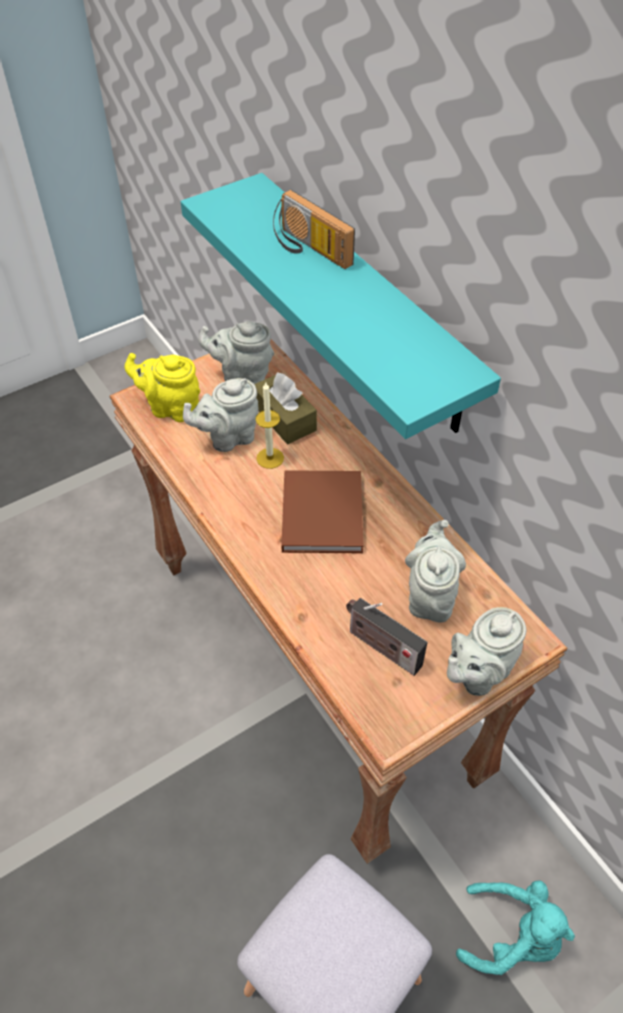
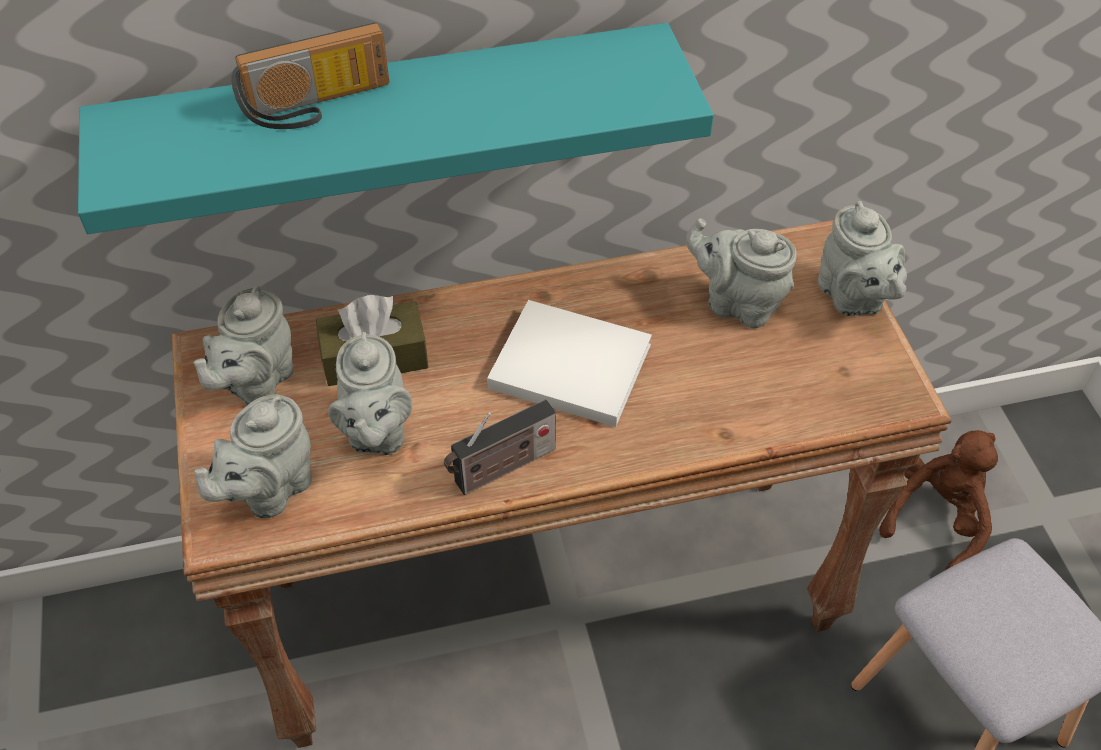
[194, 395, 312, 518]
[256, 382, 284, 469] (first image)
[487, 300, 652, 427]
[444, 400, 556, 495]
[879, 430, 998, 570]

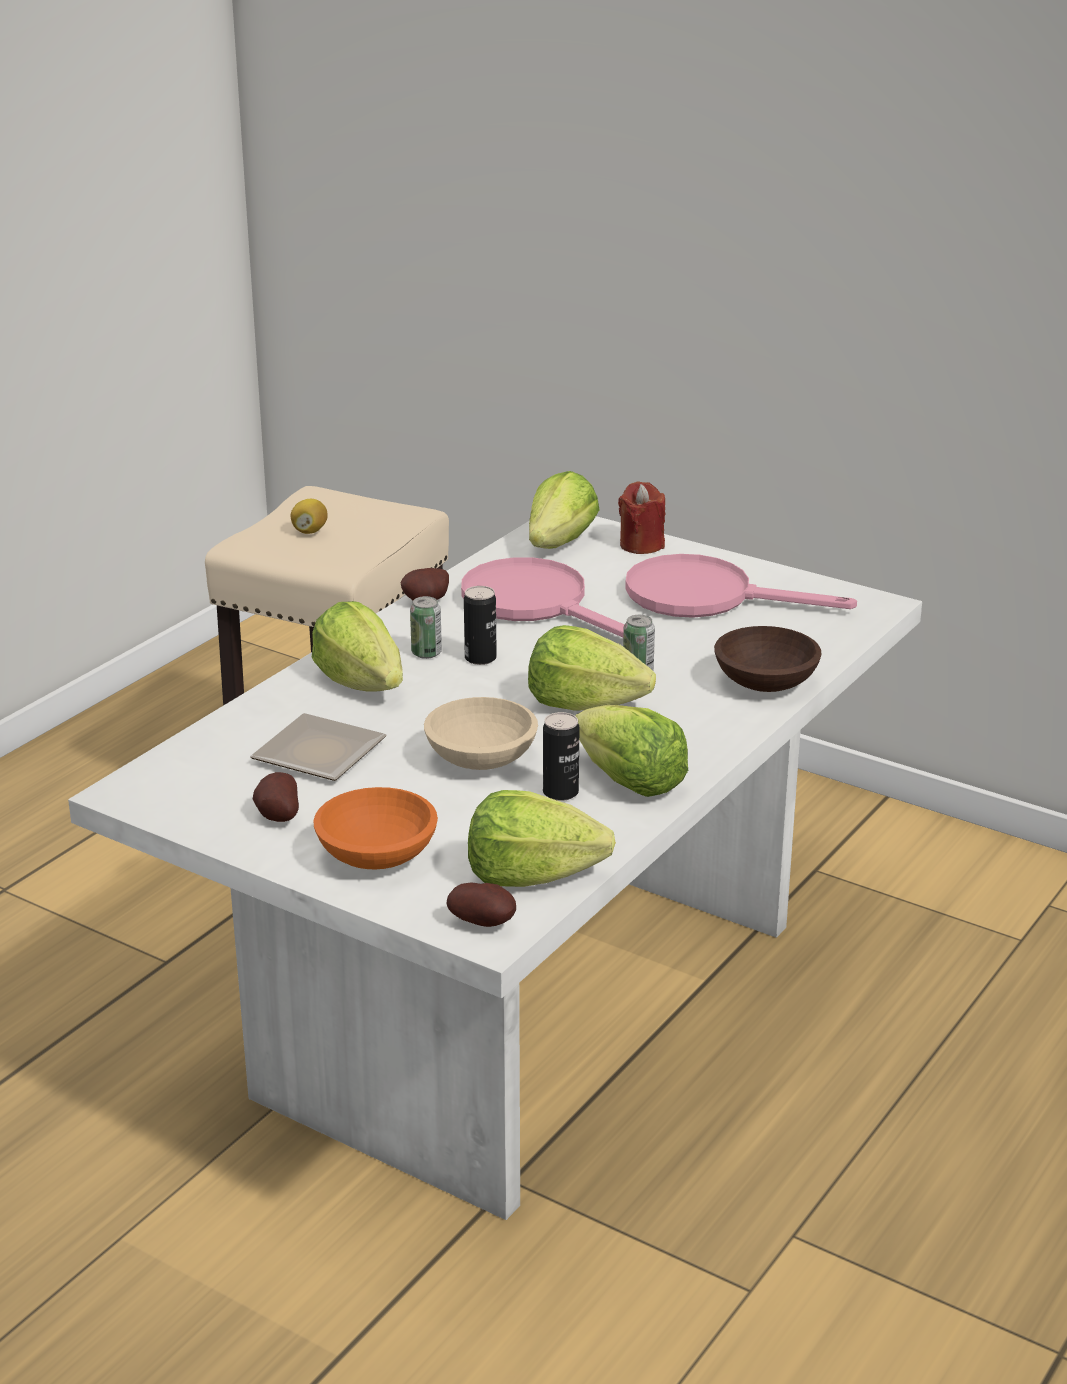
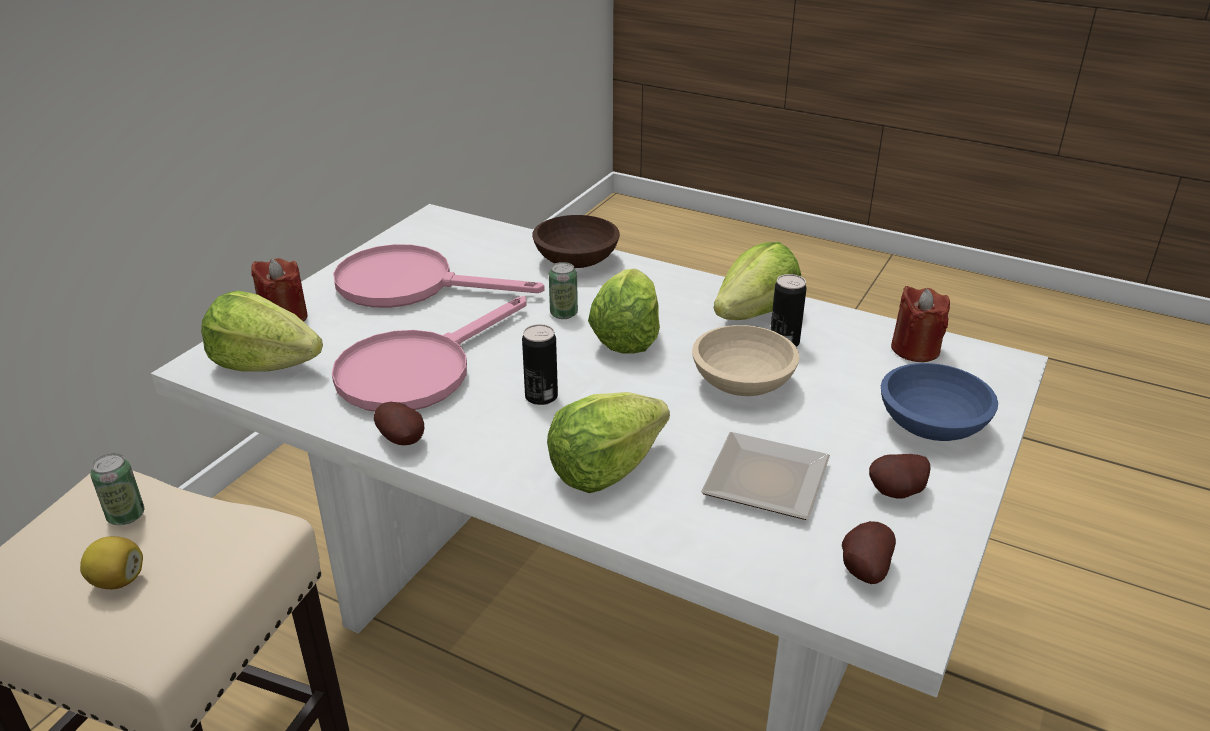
[881, 363, 998, 441]
[90, 453, 144, 525]
[842, 521, 896, 584]
[891, 286, 950, 362]
[333, 244, 545, 308]

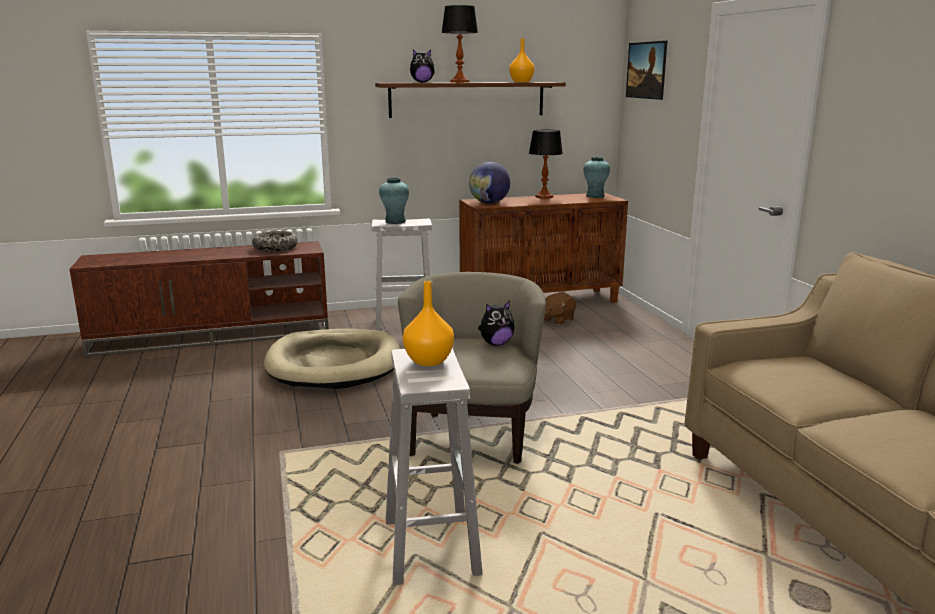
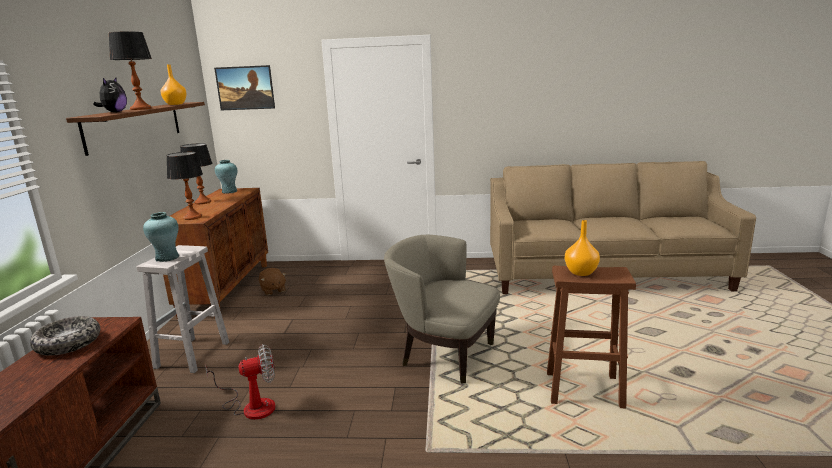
[205, 344, 276, 420]
[547, 266, 636, 408]
[166, 152, 203, 220]
[478, 301, 515, 346] (first image)

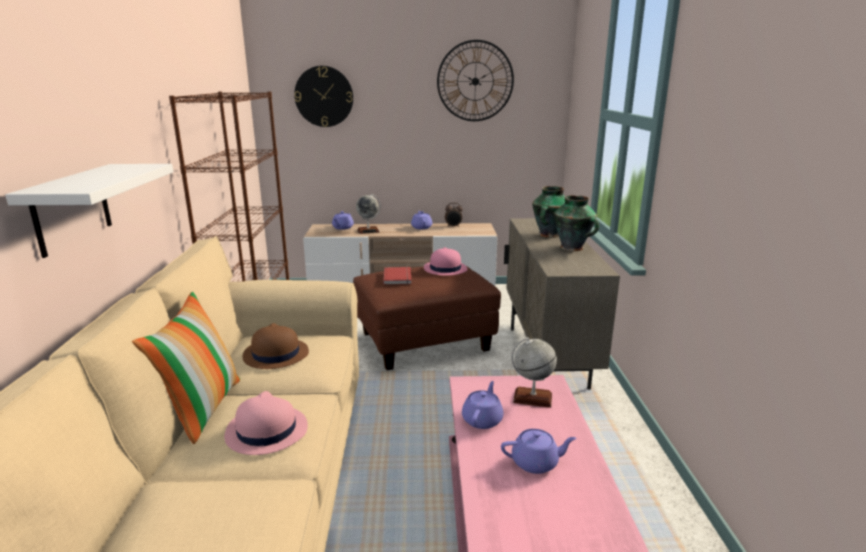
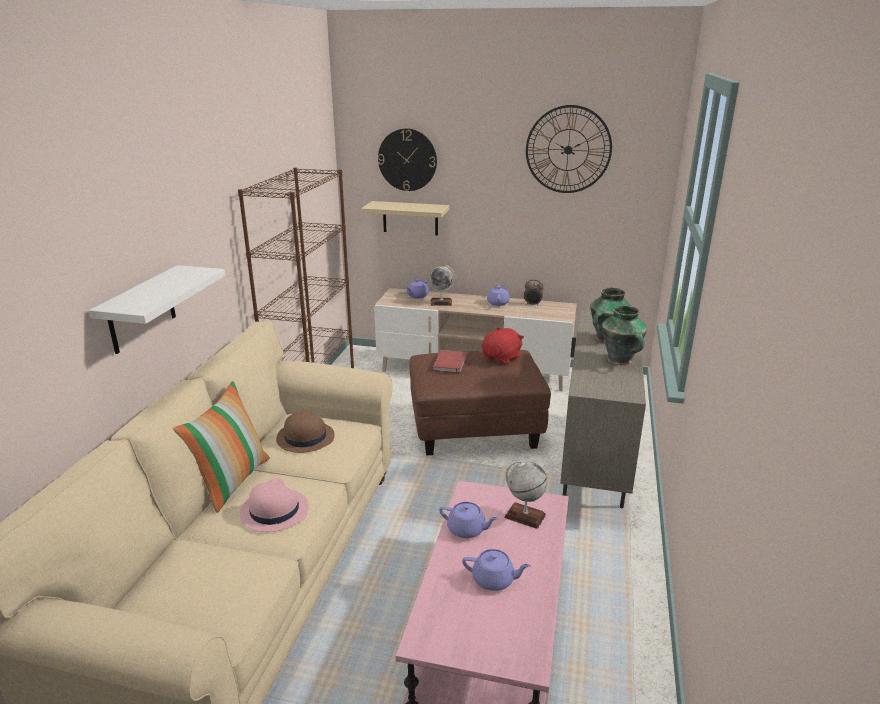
[482, 328, 524, 365]
[439, 502, 498, 538]
[361, 201, 449, 235]

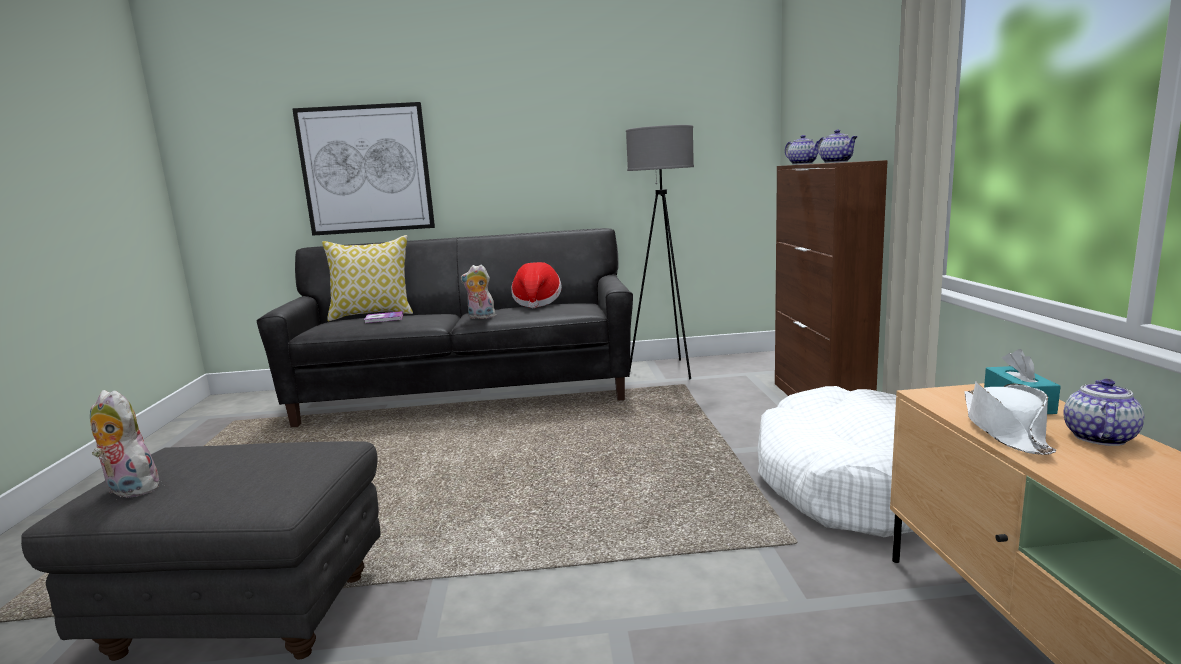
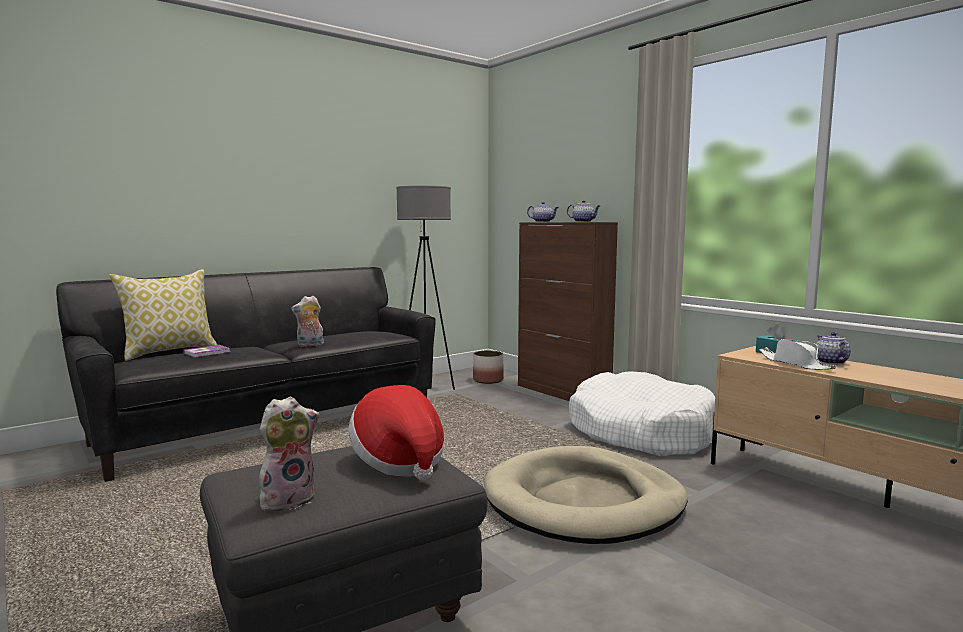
[259, 397, 320, 511]
[292, 102, 435, 236] (first image)
[348, 385, 445, 480]
[473, 350, 504, 384]
[484, 446, 688, 544]

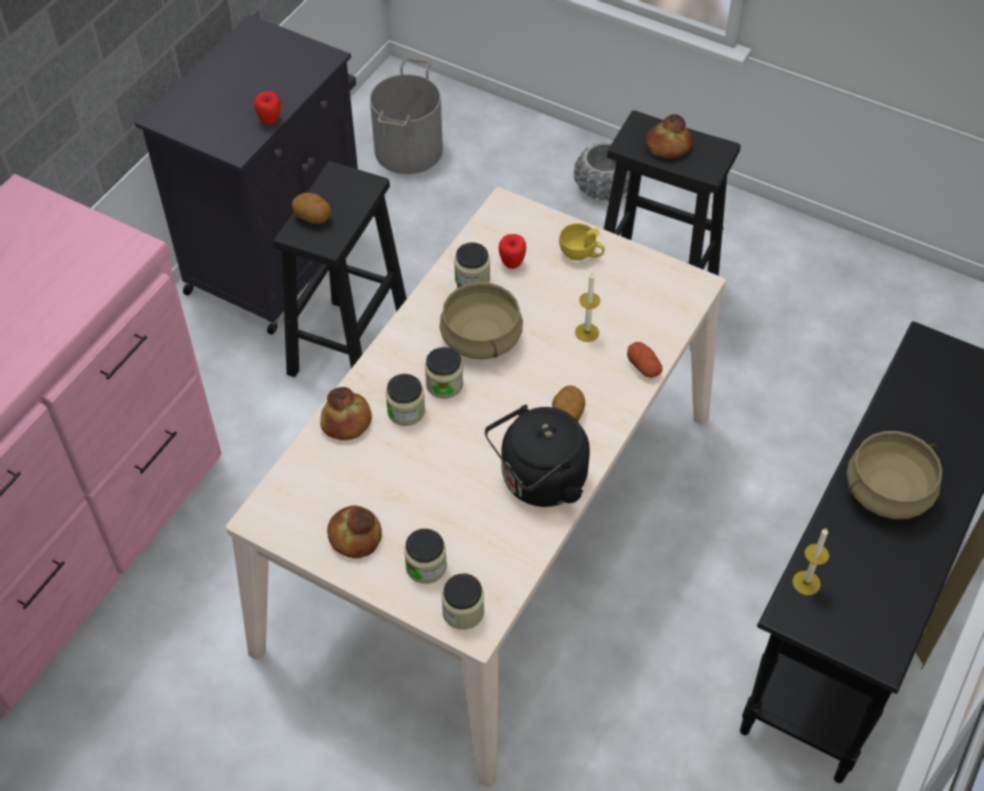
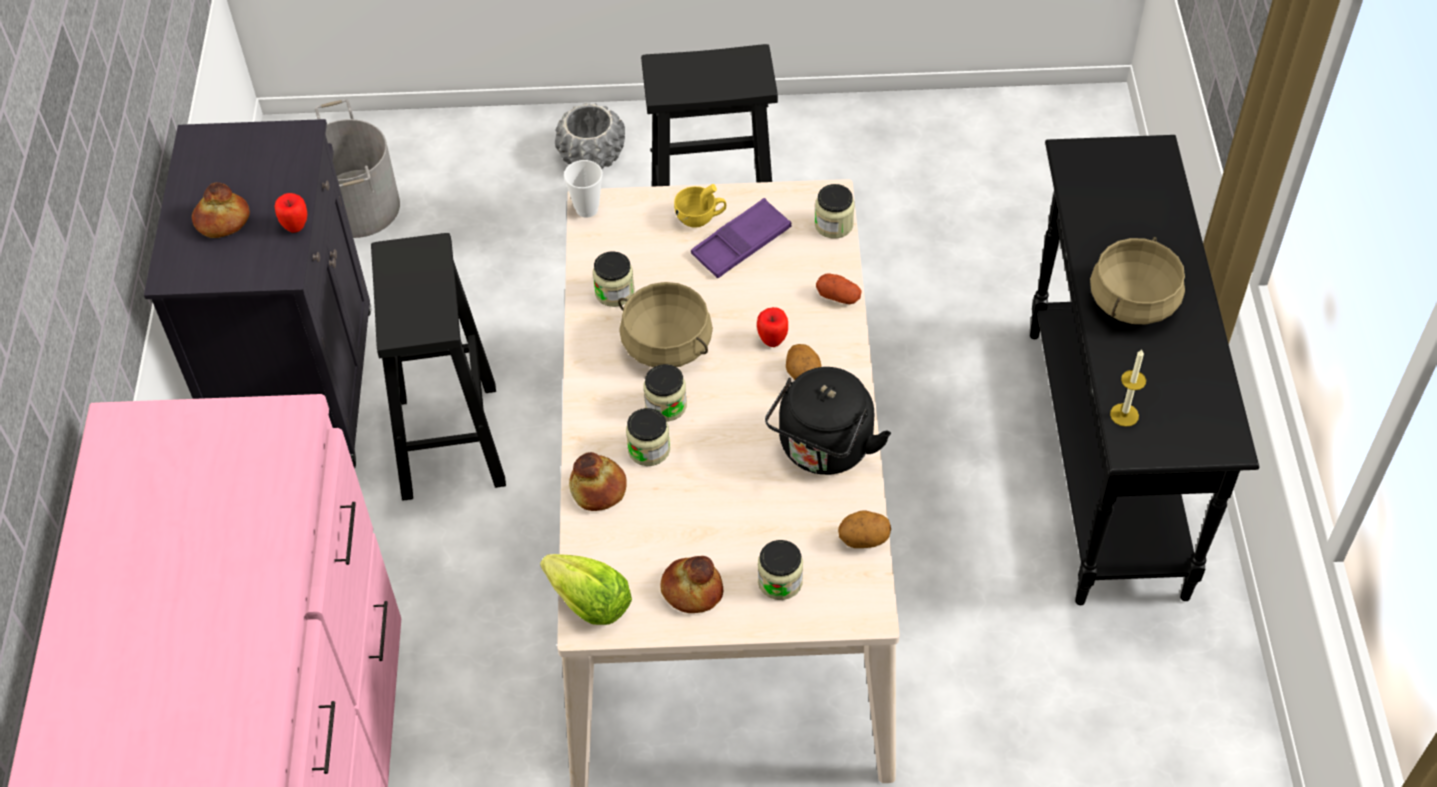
[838, 510, 891, 548]
[815, 184, 855, 239]
[757, 307, 788, 347]
[575, 272, 600, 342] (first image)
[192, 182, 250, 238]
[540, 554, 632, 625]
[564, 160, 603, 218]
[691, 198, 791, 278]

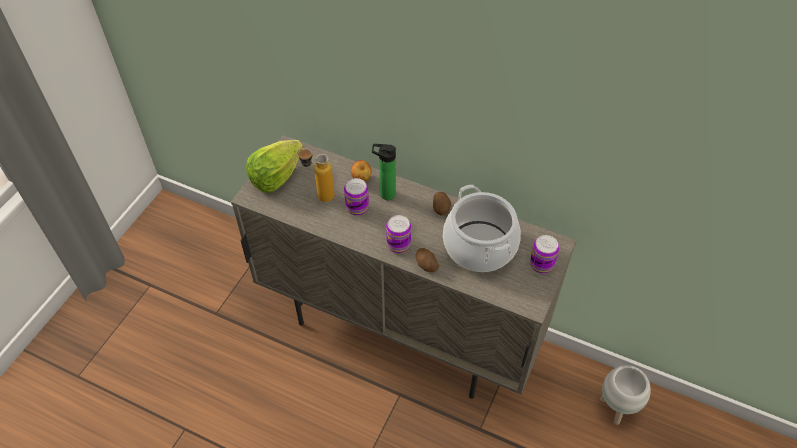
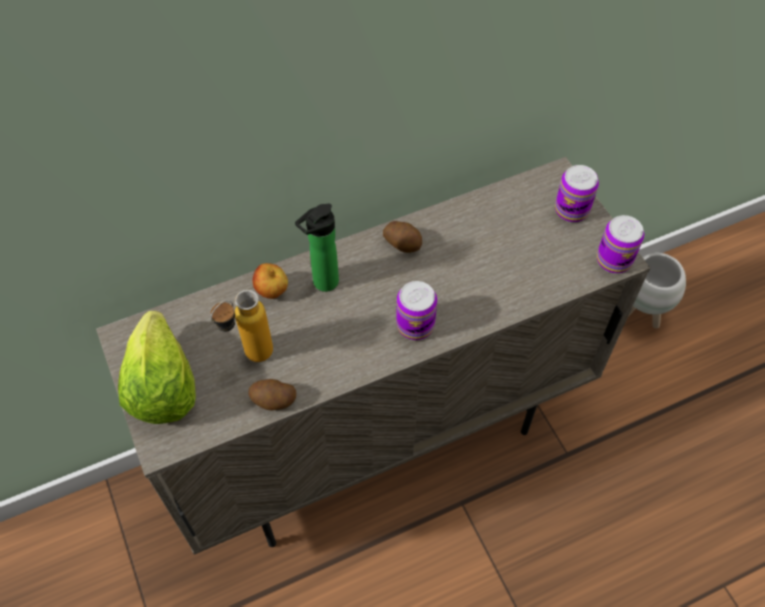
[597, 215, 644, 273]
[248, 379, 296, 410]
[443, 185, 521, 272] (first image)

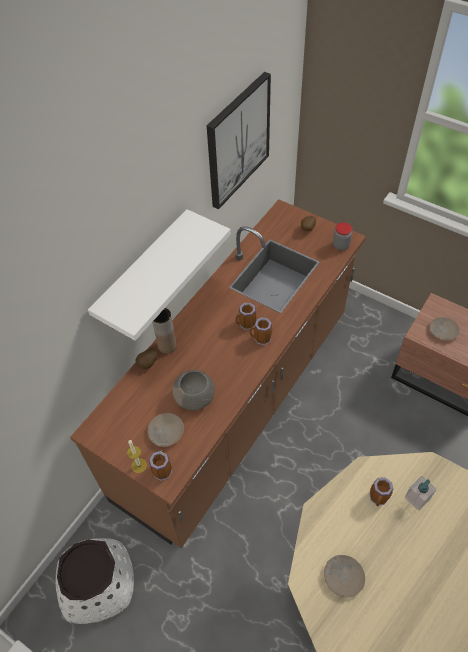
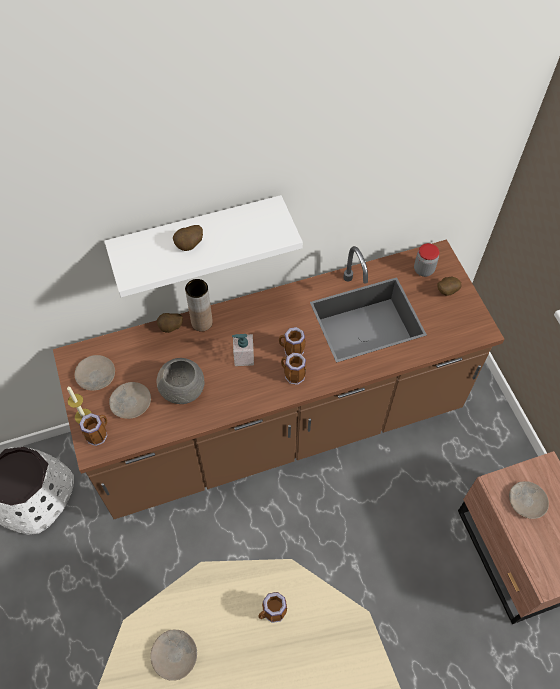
[207, 72, 271, 210] (first image)
[414, 243, 439, 277]
[232, 334, 254, 366]
[75, 355, 115, 390]
[173, 225, 203, 251]

